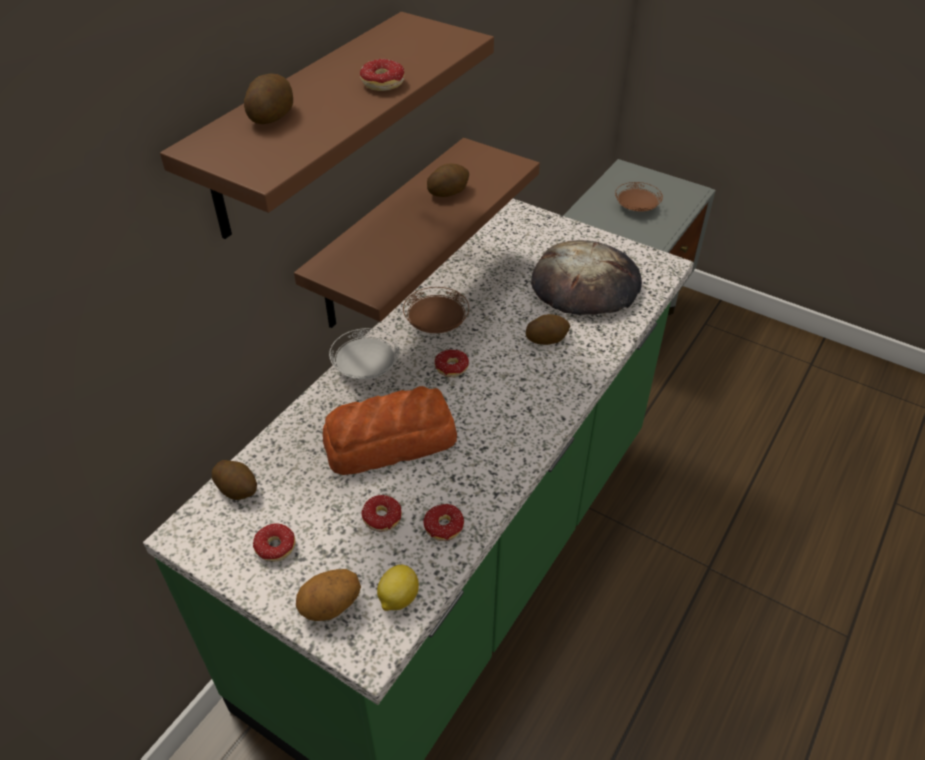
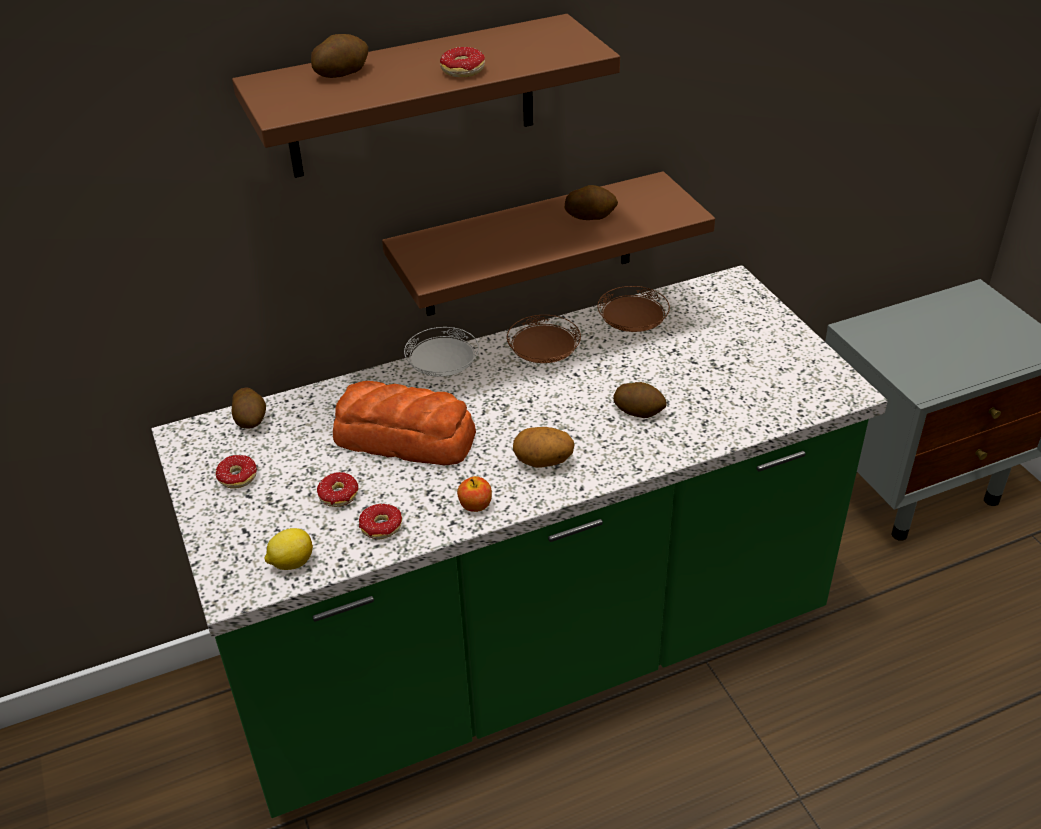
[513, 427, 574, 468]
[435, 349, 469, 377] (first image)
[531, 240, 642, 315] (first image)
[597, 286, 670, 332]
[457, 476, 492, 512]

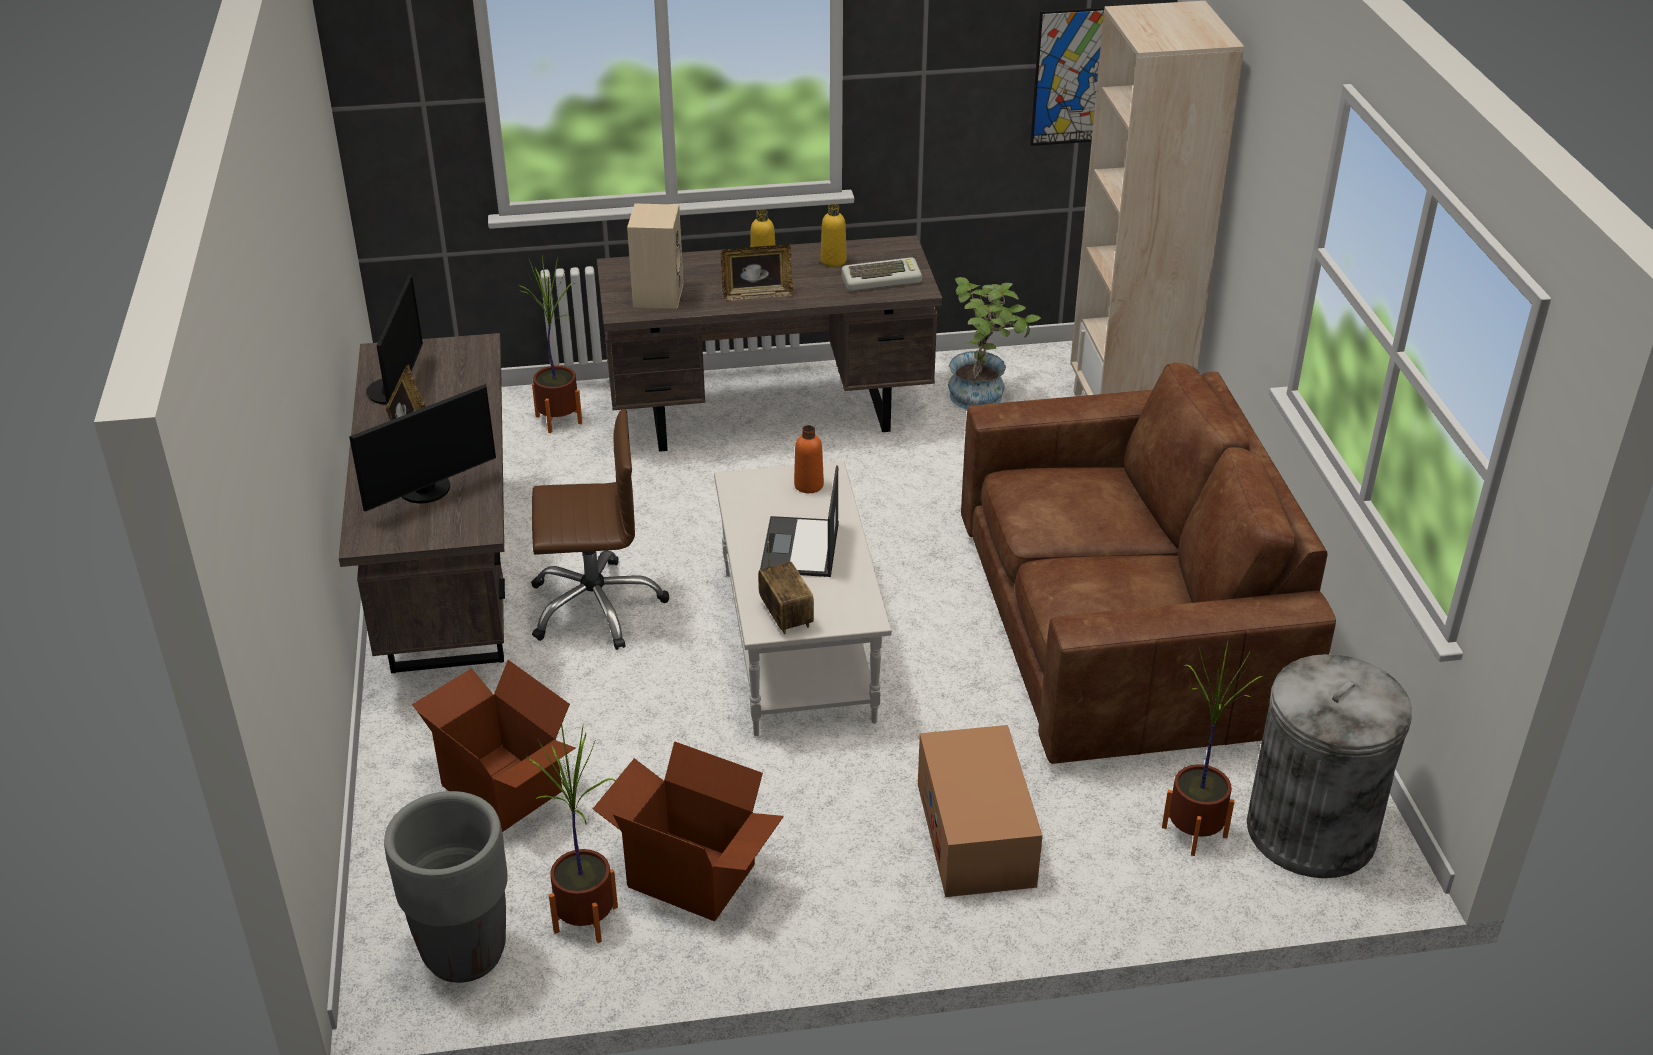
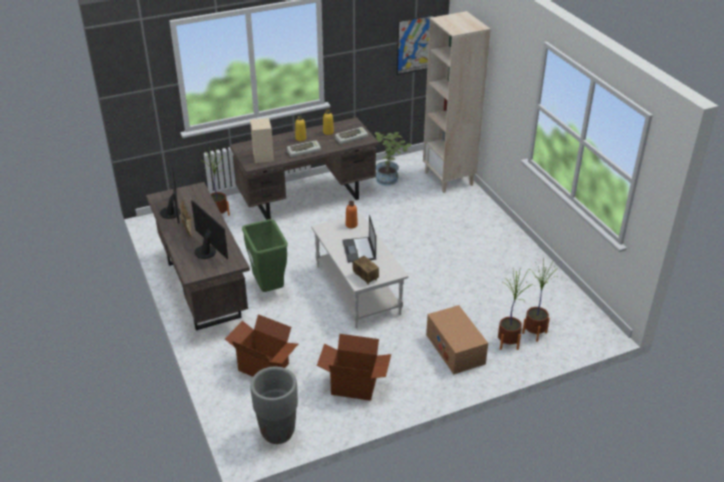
[191, 200, 228, 259]
[498, 267, 533, 350]
[242, 219, 288, 292]
[287, 140, 321, 157]
[961, 363, 1336, 764] (first image)
[1247, 654, 1412, 878] (first image)

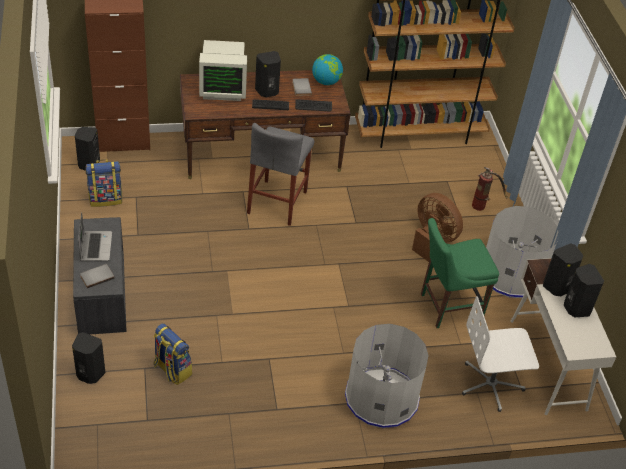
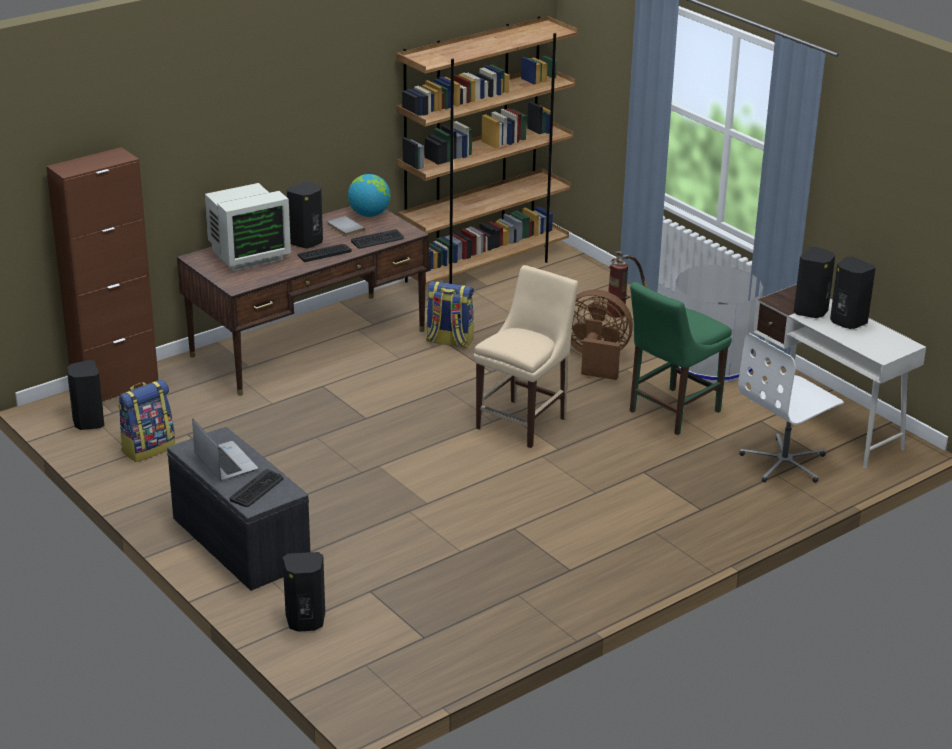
[230, 469, 283, 507]
[426, 281, 474, 348]
[247, 123, 314, 226] (first image)
[345, 324, 429, 428] (first image)
[474, 265, 578, 448]

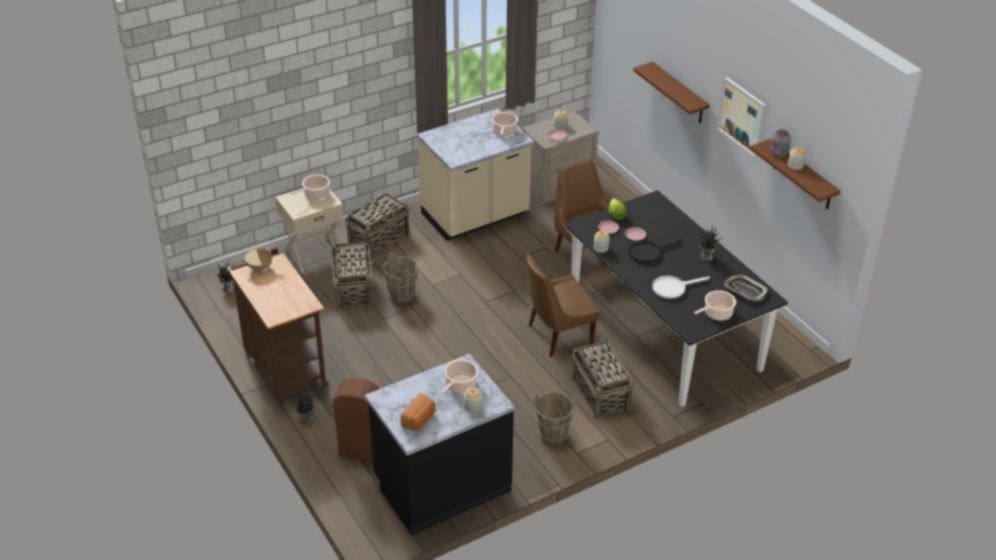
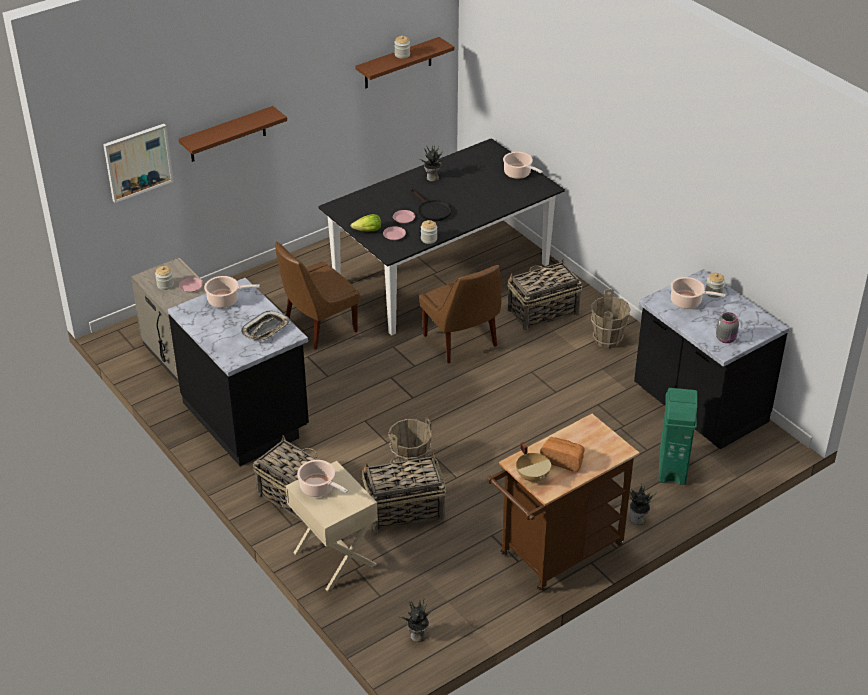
[659, 388, 697, 485]
[540, 437, 585, 472]
[168, 278, 309, 466]
[652, 275, 710, 299] (first image)
[103, 124, 174, 203]
[241, 310, 290, 341]
[716, 312, 739, 343]

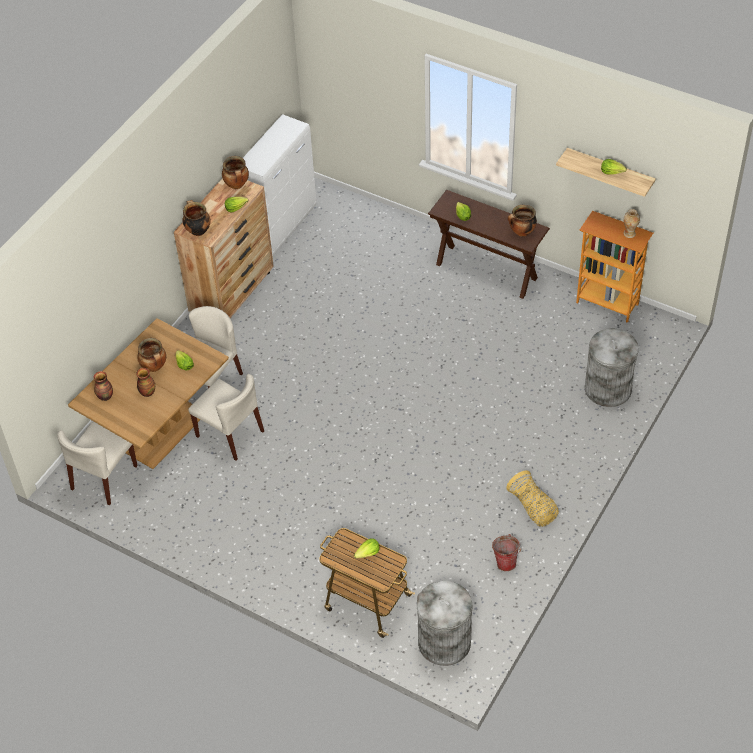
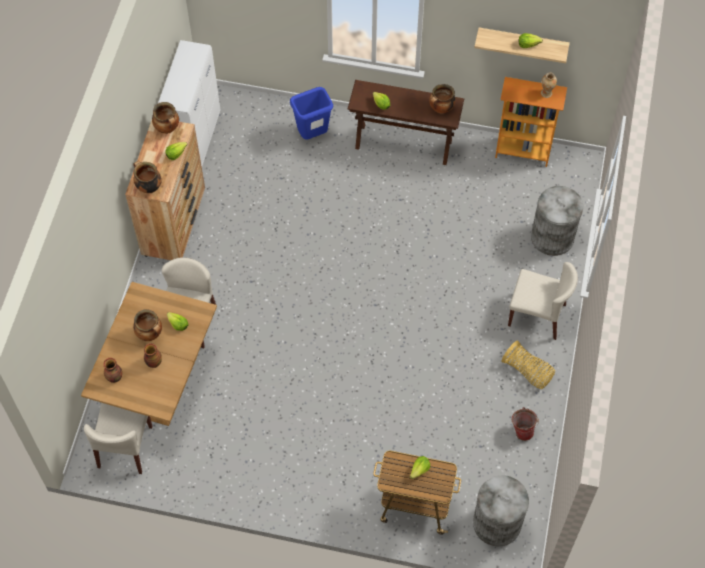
[508, 262, 578, 340]
[290, 87, 333, 140]

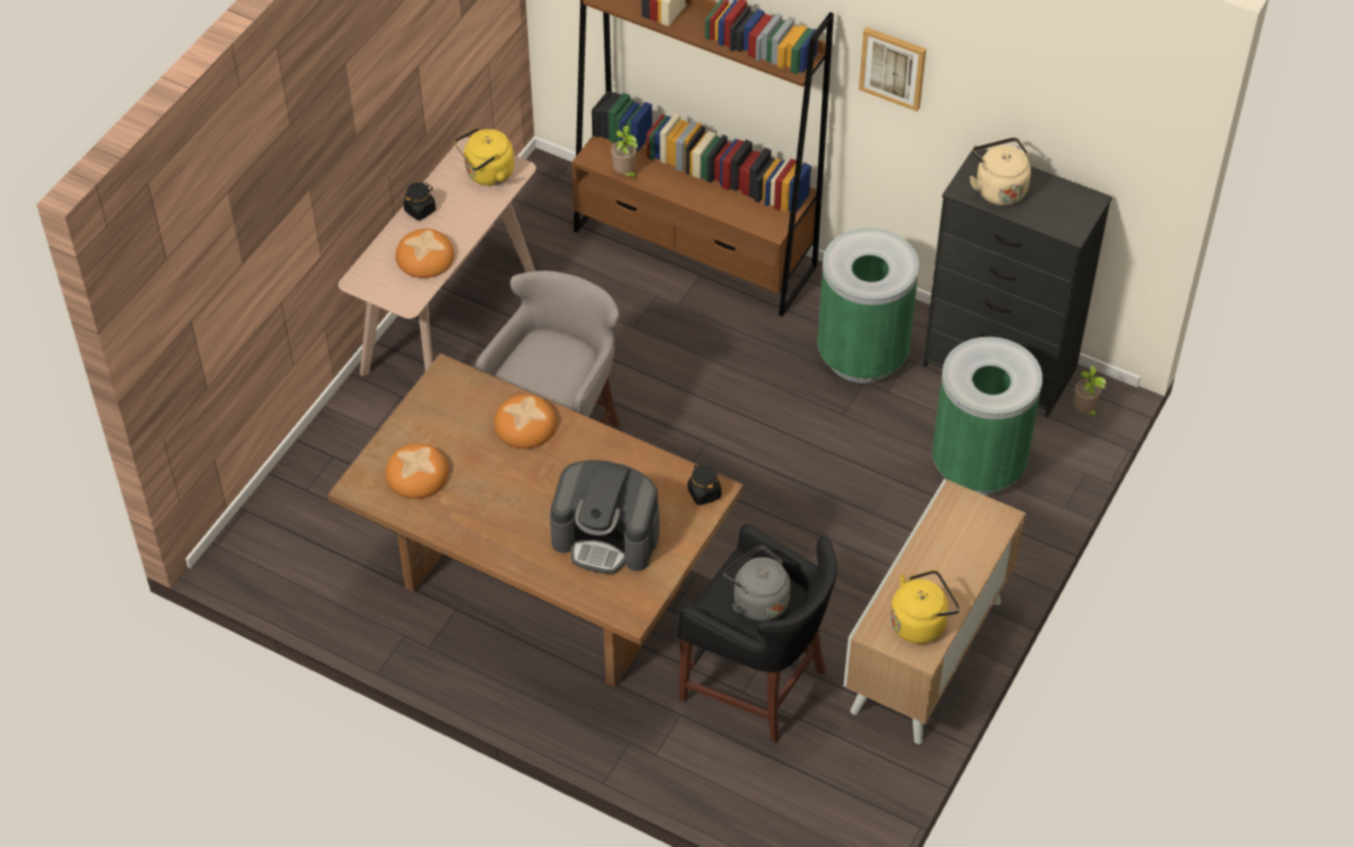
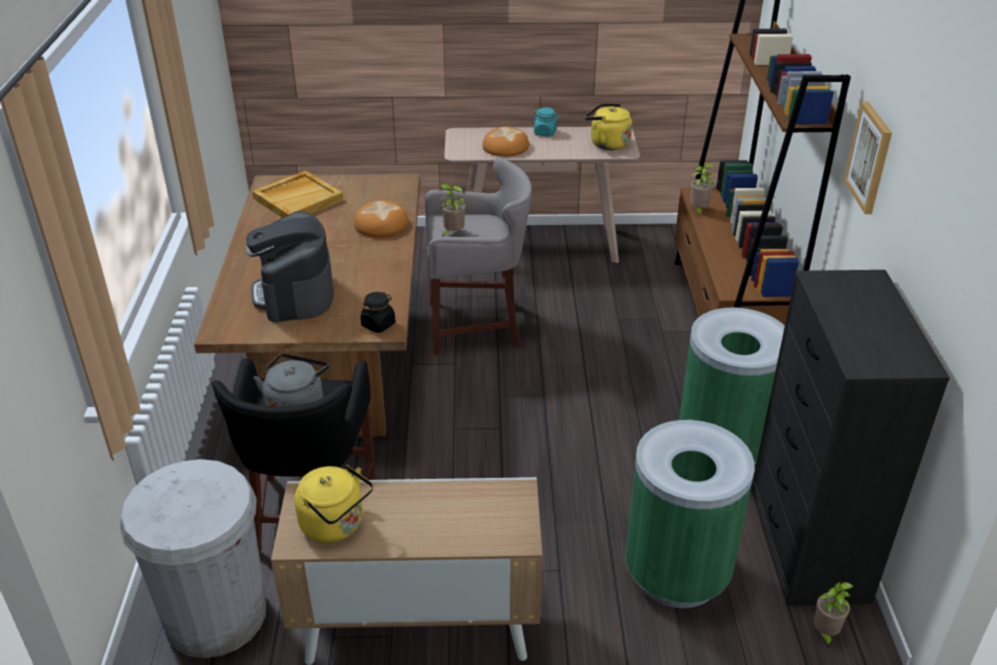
[252, 171, 343, 218]
[532, 107, 560, 136]
[970, 137, 1031, 206] (first image)
[120, 459, 266, 658]
[439, 183, 466, 237]

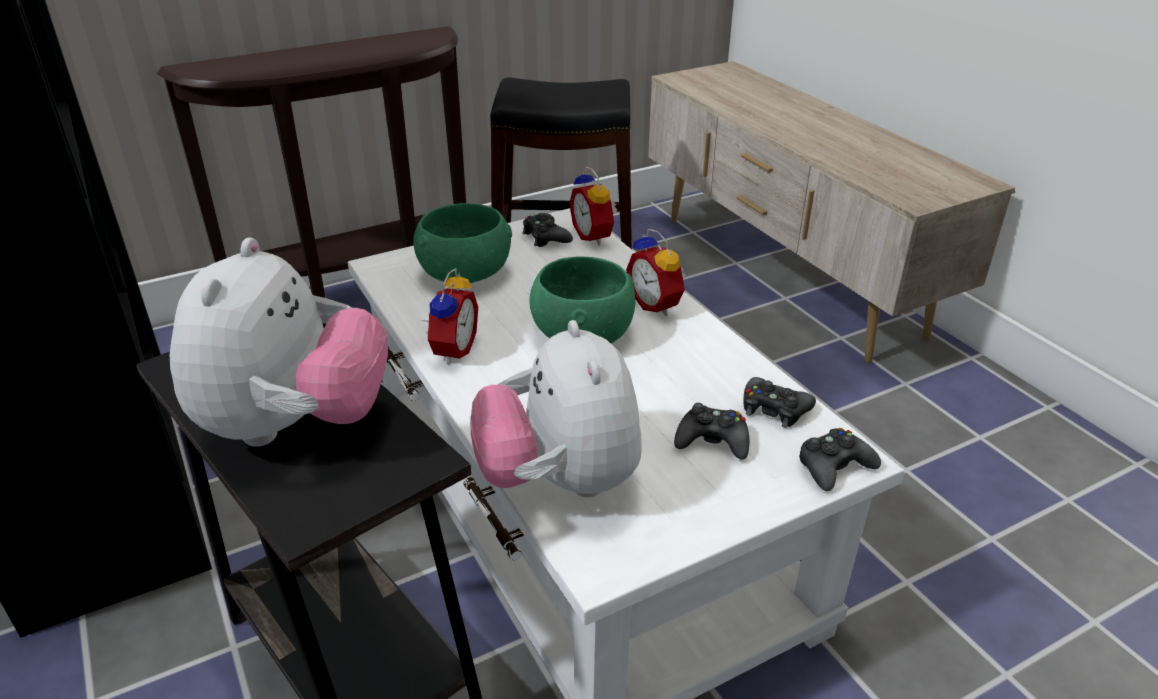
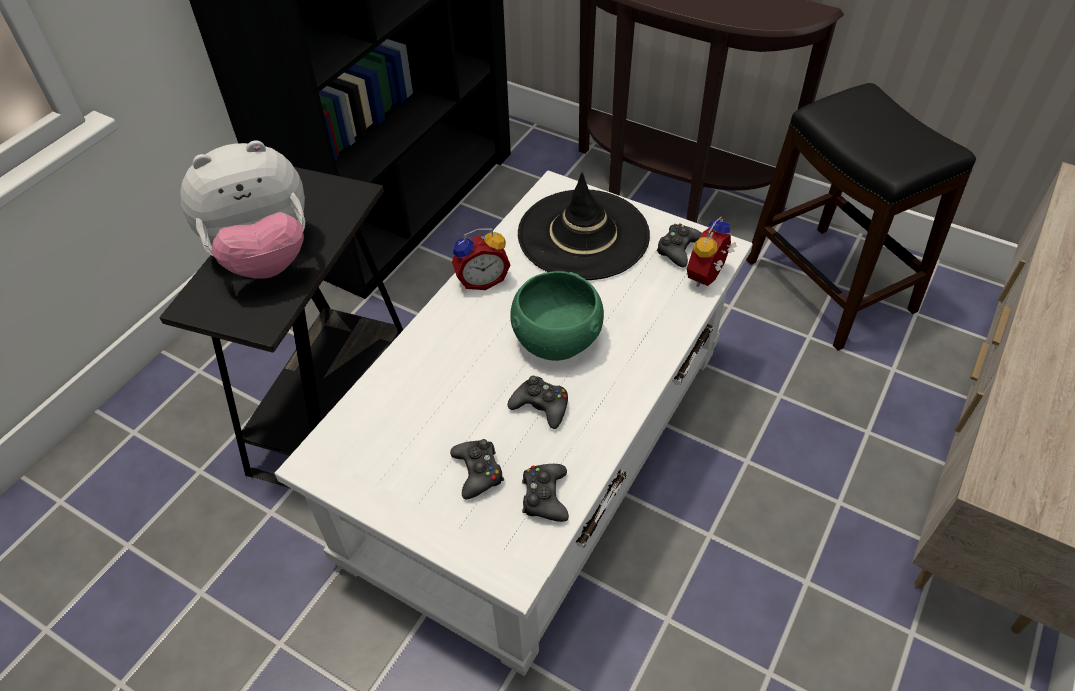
[518, 173, 650, 280]
[471, 320, 642, 497] (first image)
[626, 229, 686, 316] (first image)
[508, 376, 568, 429]

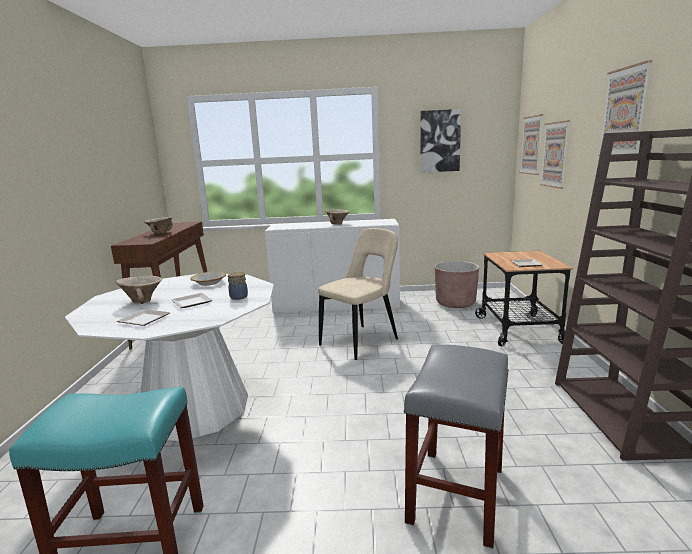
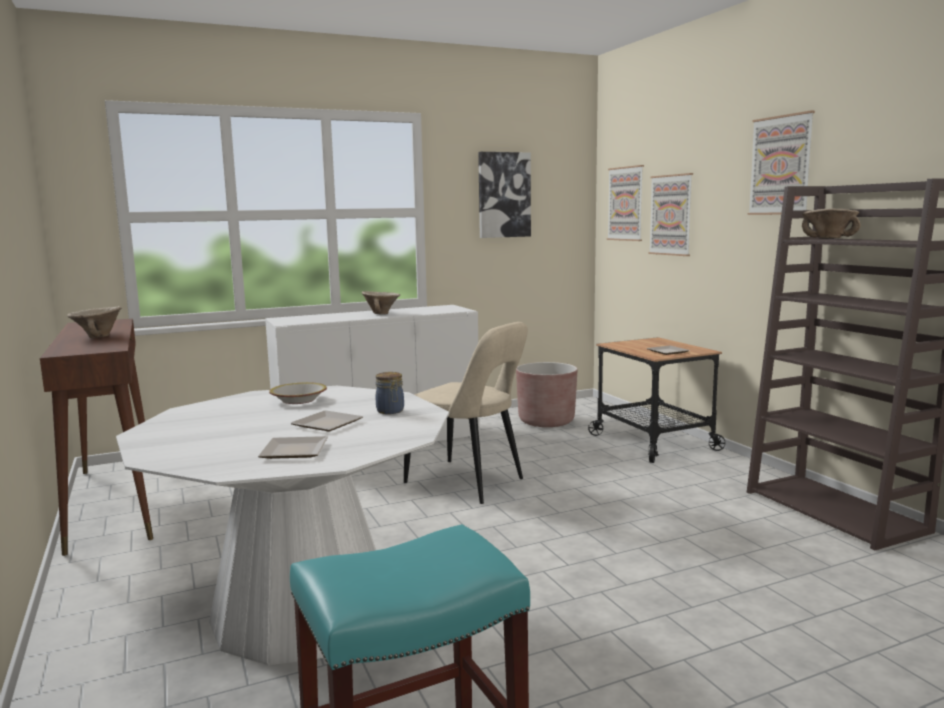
[802, 208, 861, 239]
[404, 322, 528, 504]
[404, 345, 509, 549] (first image)

